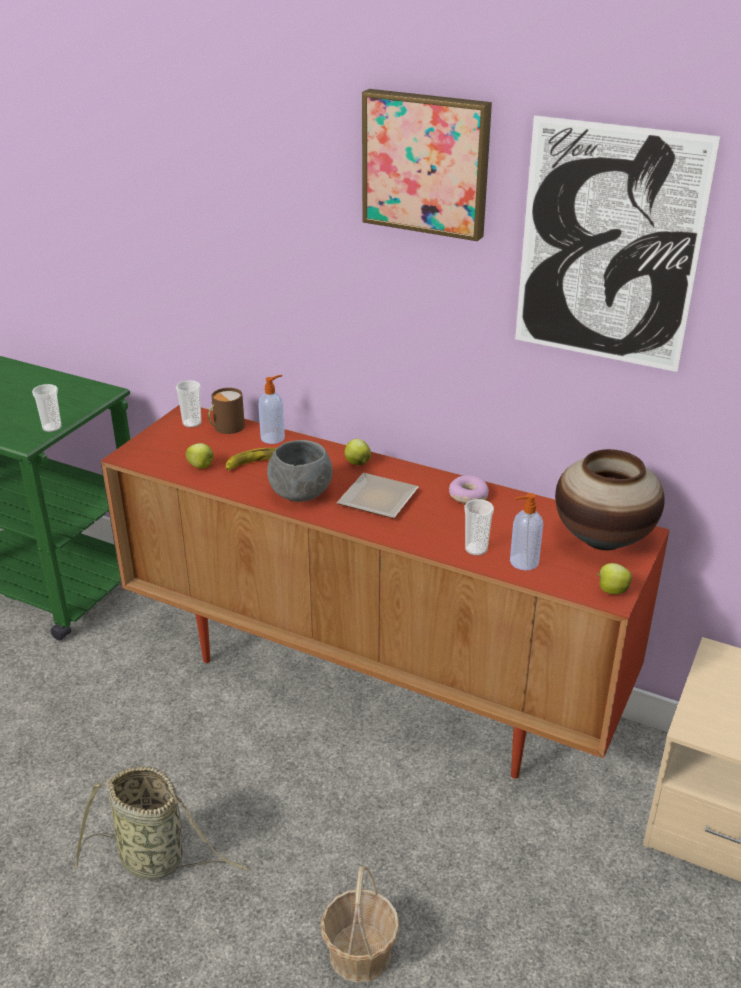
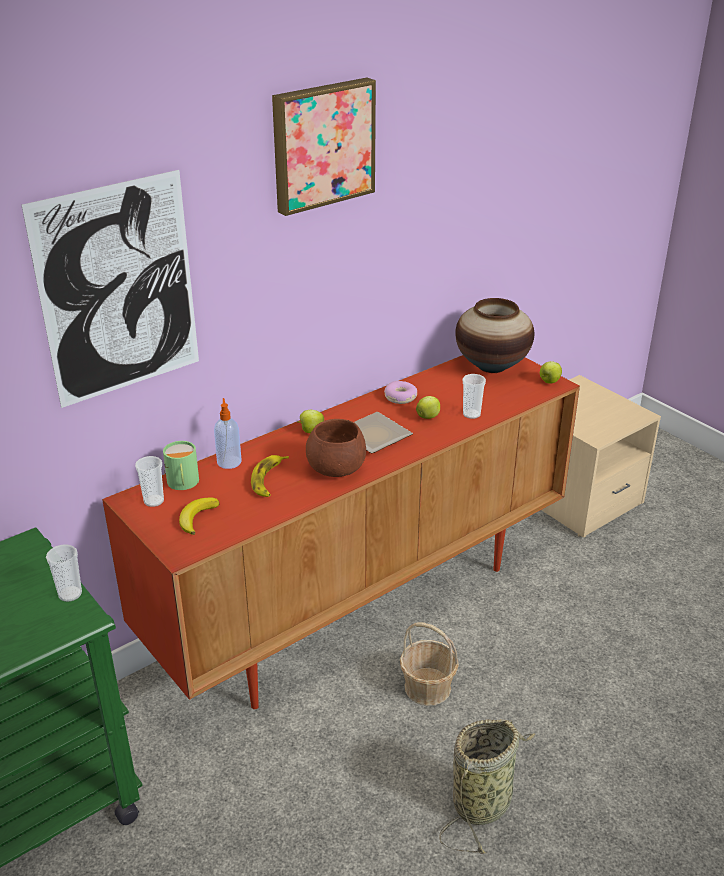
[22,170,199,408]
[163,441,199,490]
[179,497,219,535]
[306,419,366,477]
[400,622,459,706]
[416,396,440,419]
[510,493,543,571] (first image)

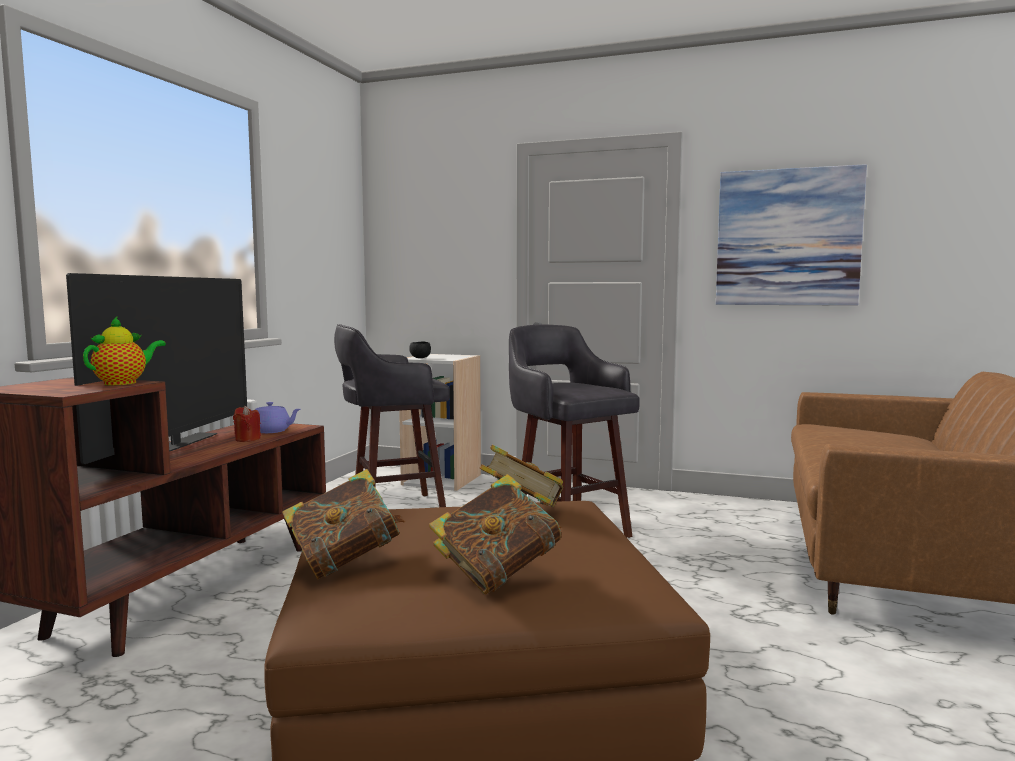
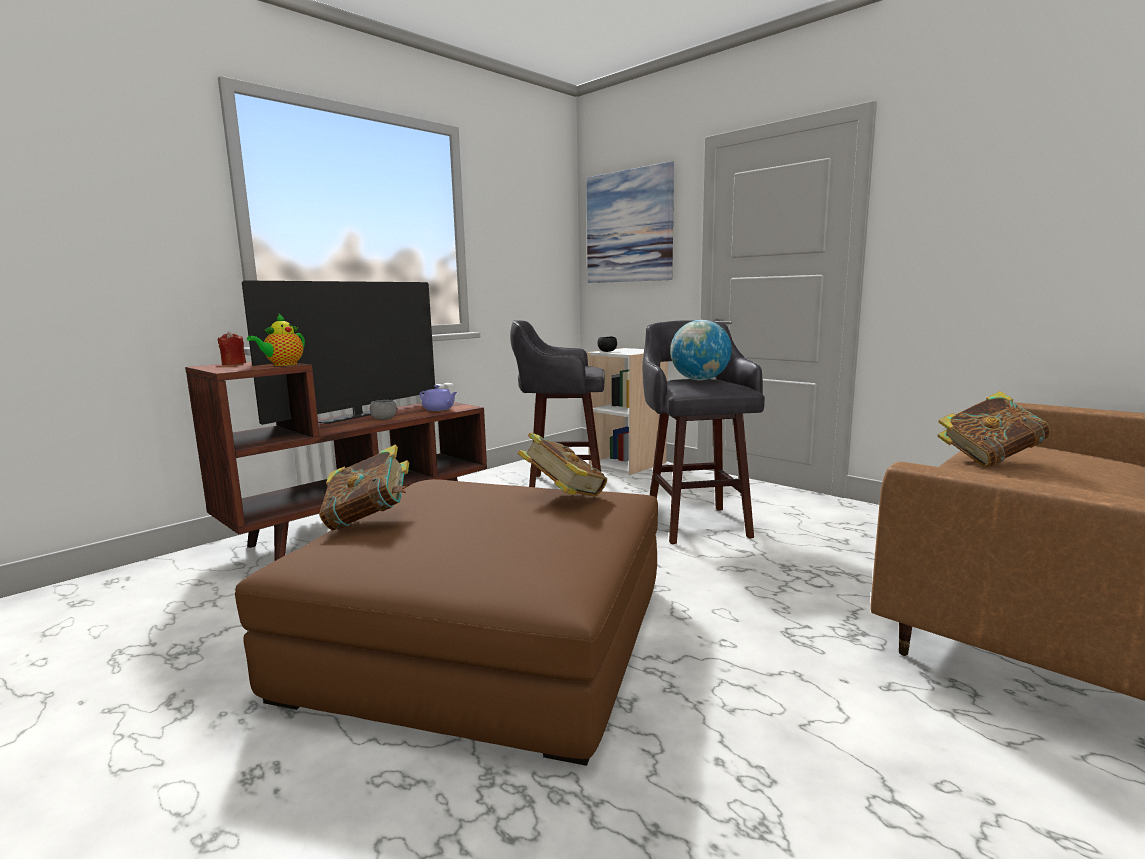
[218,331,246,365]
[247,313,305,366]
[370,400,397,420]
[586,161,674,283]
[670,320,732,380]
[938,391,1050,468]

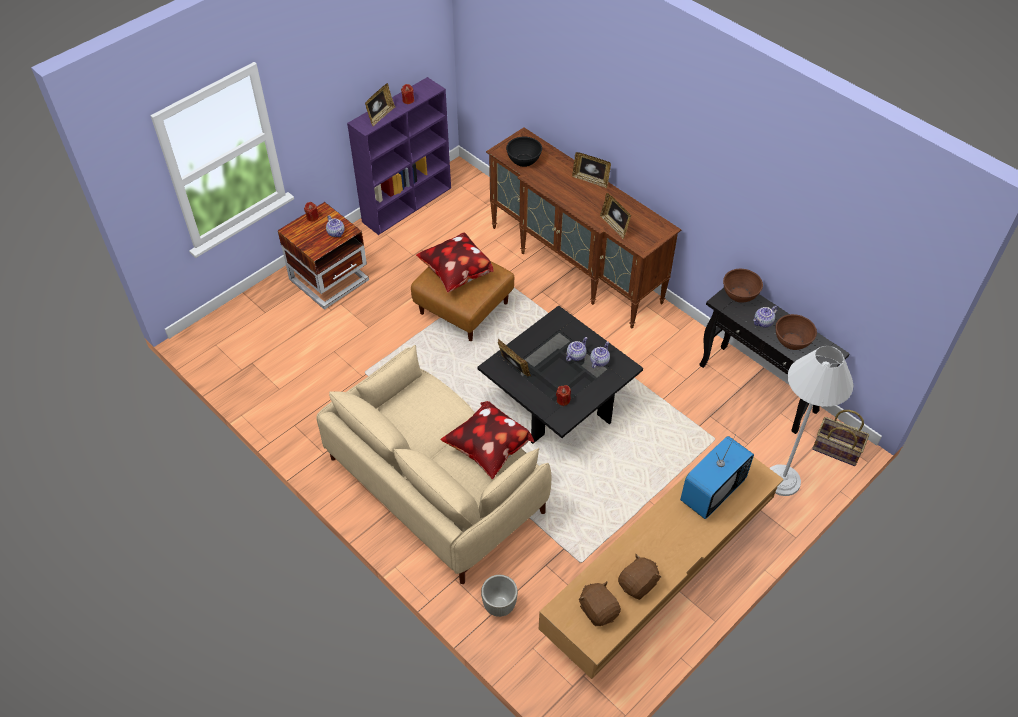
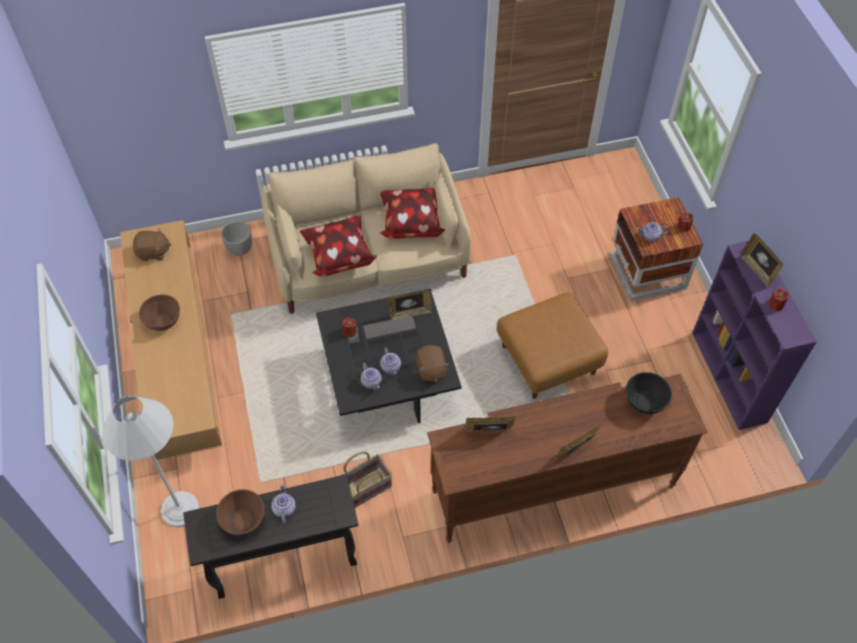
[139,294,180,331]
[340,451,392,508]
[380,188,445,239]
[416,345,449,382]
[680,434,754,519] (first image)

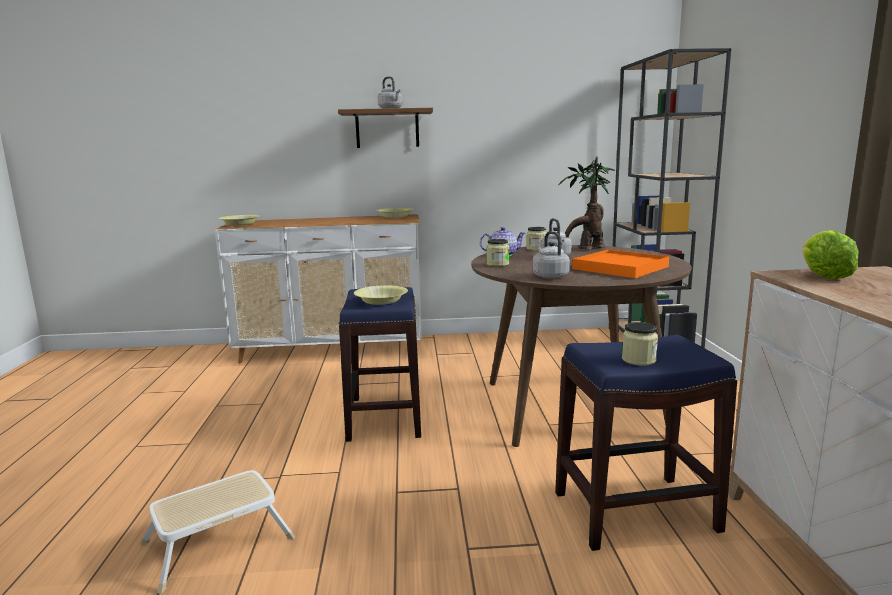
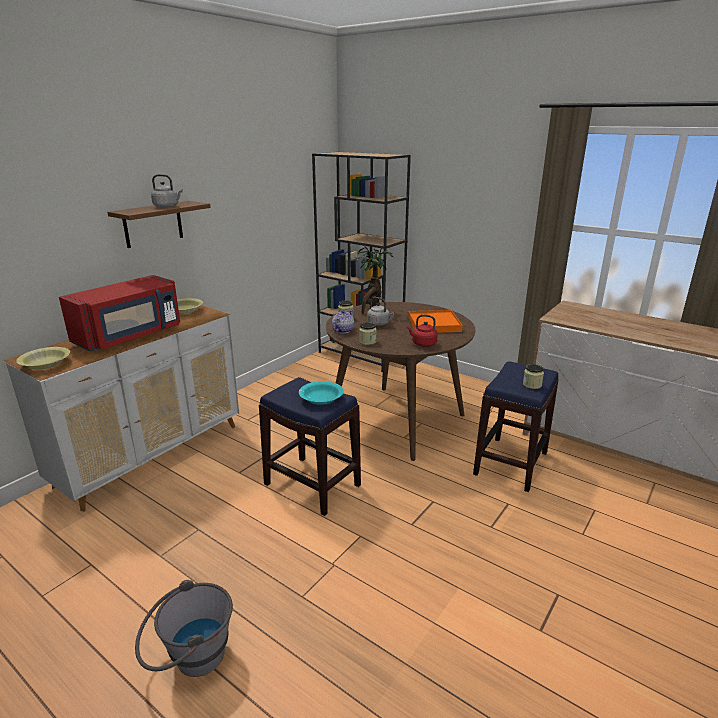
[59,275,180,351]
[135,580,233,677]
[299,381,344,405]
[407,315,438,347]
[140,470,295,594] (first image)
[803,230,859,279] (first image)

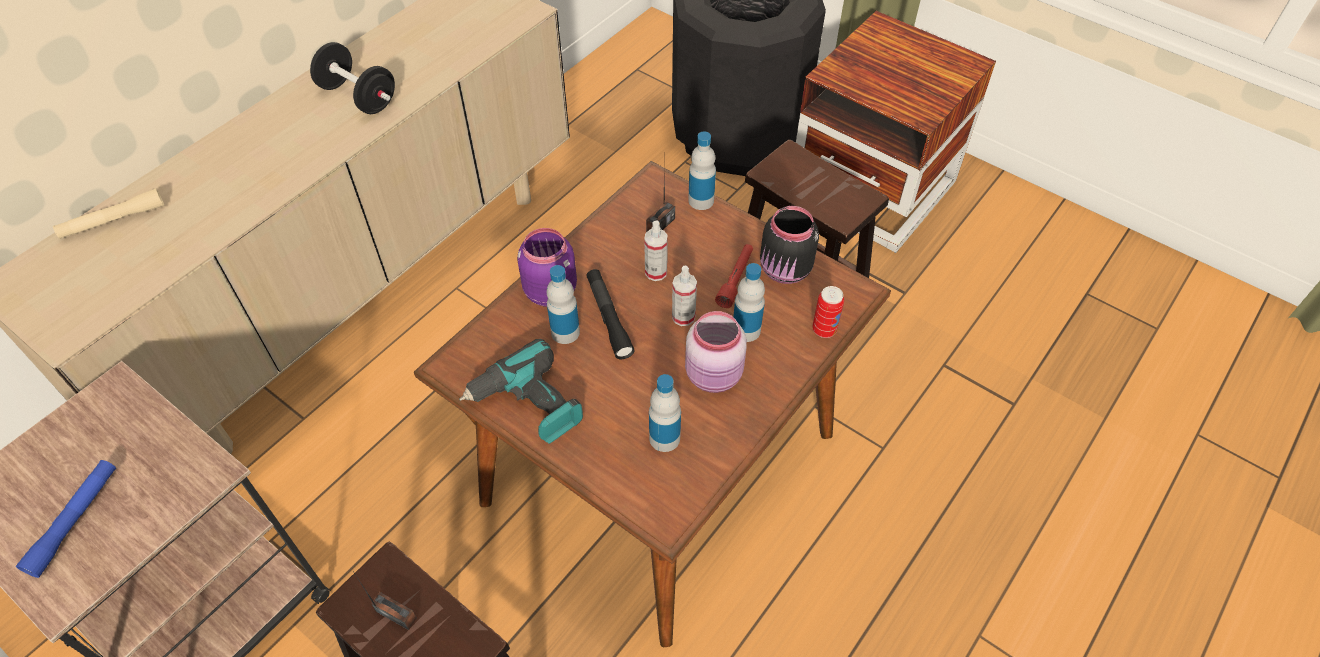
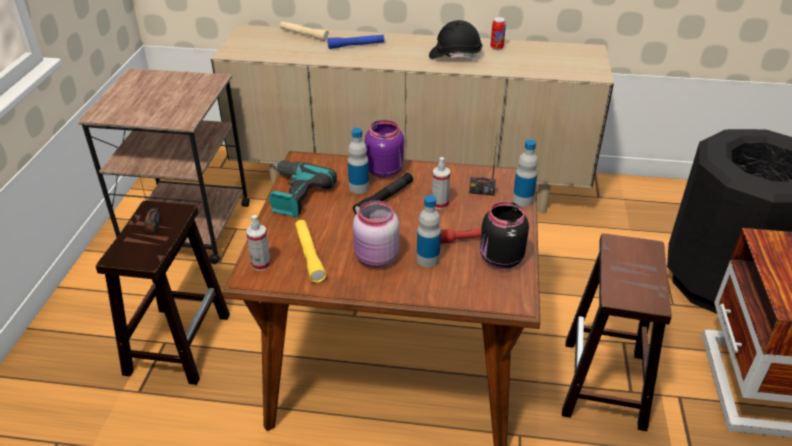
[246,215,271,271]
[295,220,326,283]
[327,35,384,49]
[429,20,482,60]
[490,17,506,50]

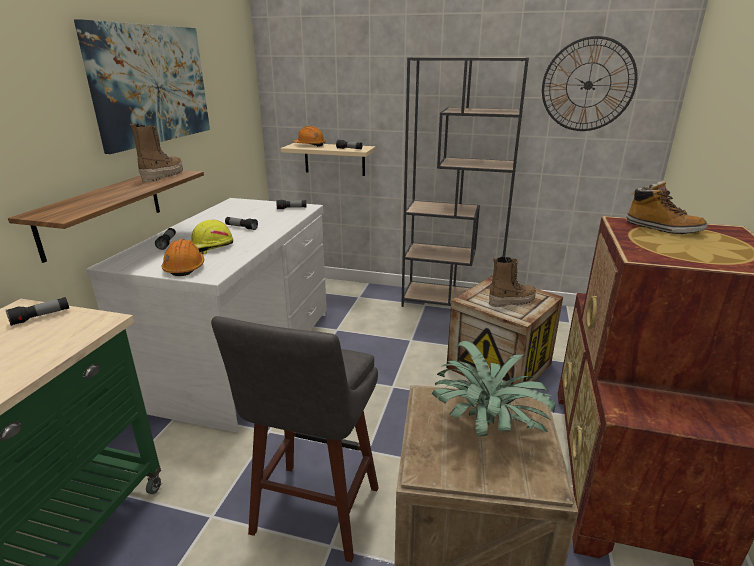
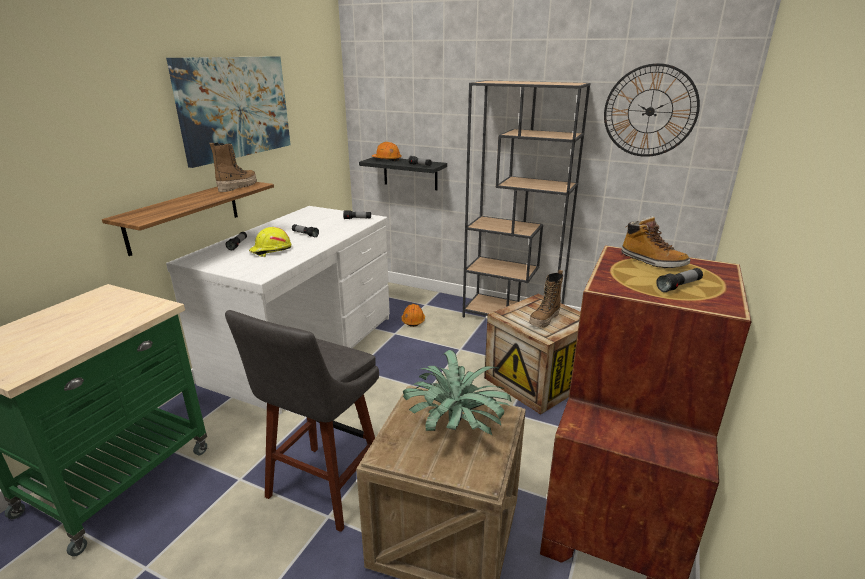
[359,157,447,190]
[401,304,425,327]
[529,270,563,328]
[656,268,703,292]

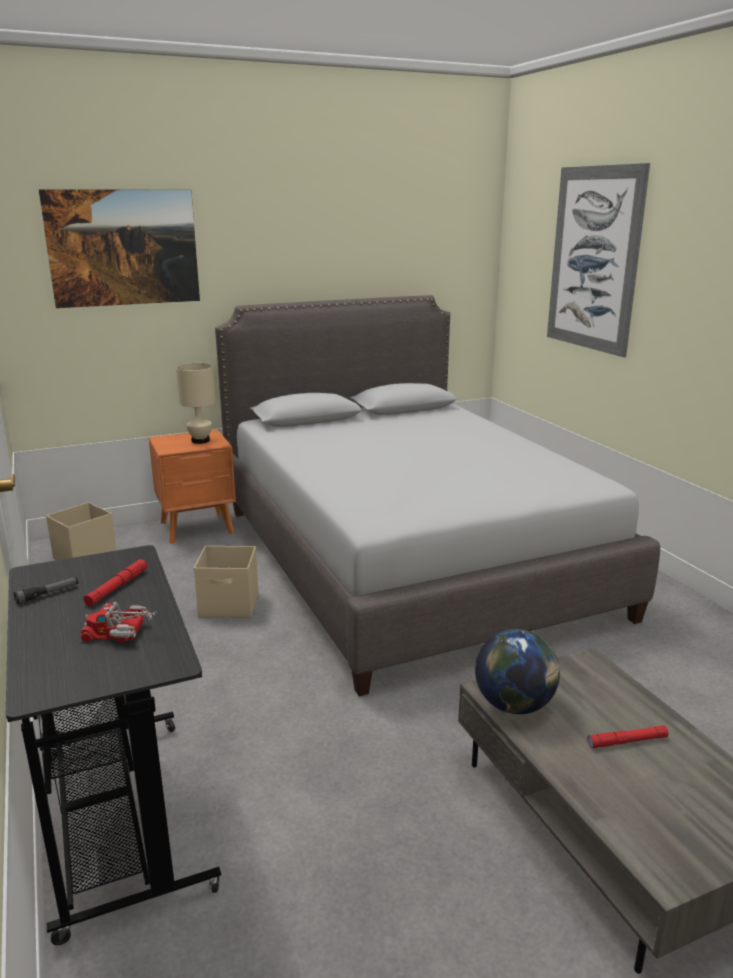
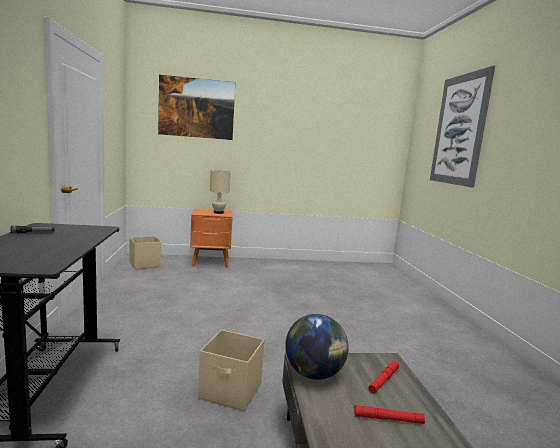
[198,330,264,411]
[368,361,399,394]
[81,602,156,642] (first image)
[215,295,660,696] (first image)

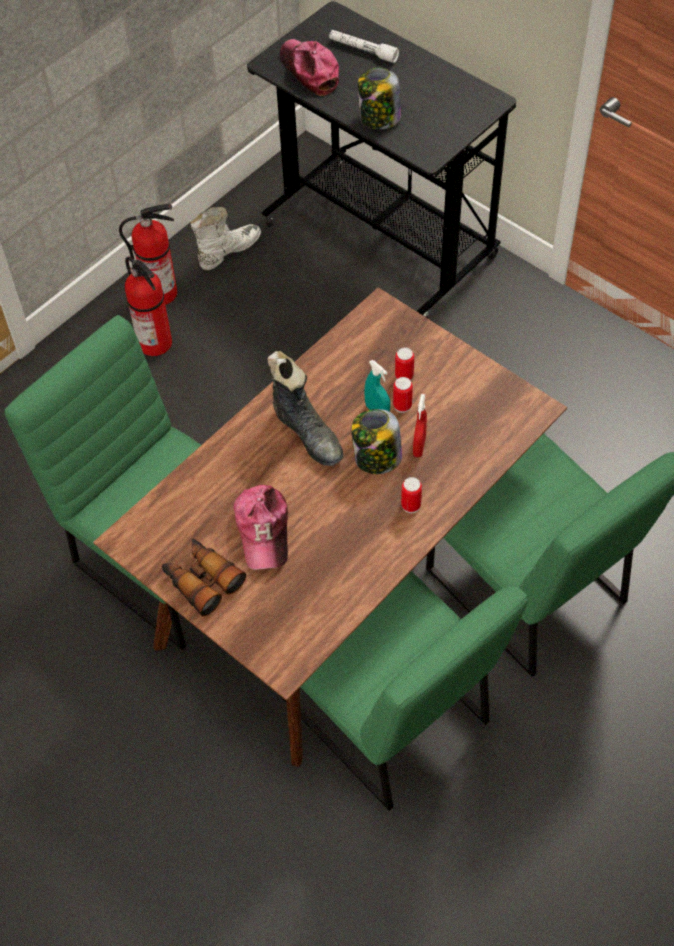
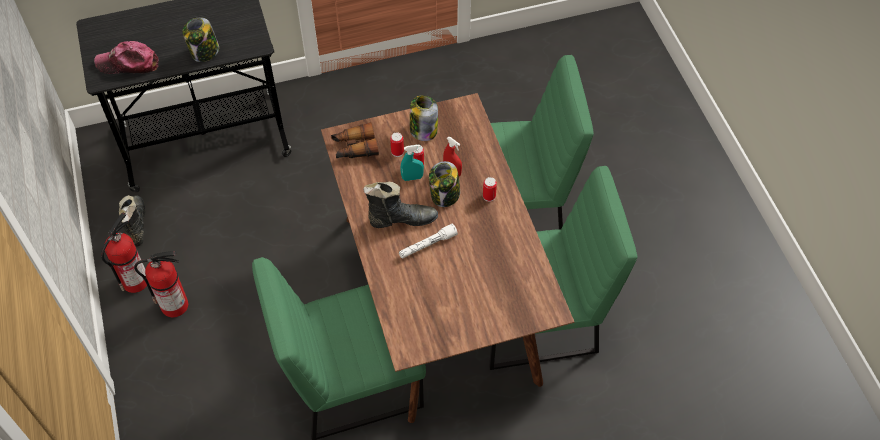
[119,195,145,247]
[331,122,379,158]
[399,224,458,259]
[410,96,438,141]
[234,485,288,570] (first image)

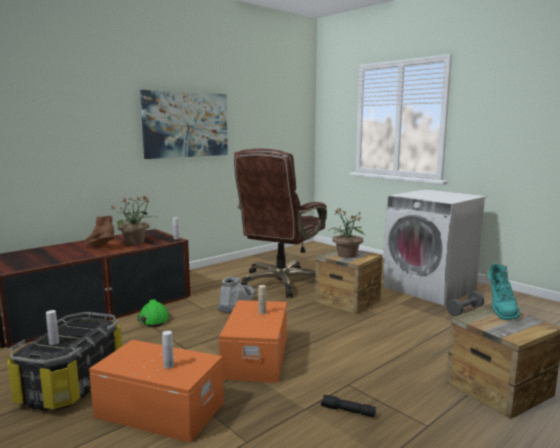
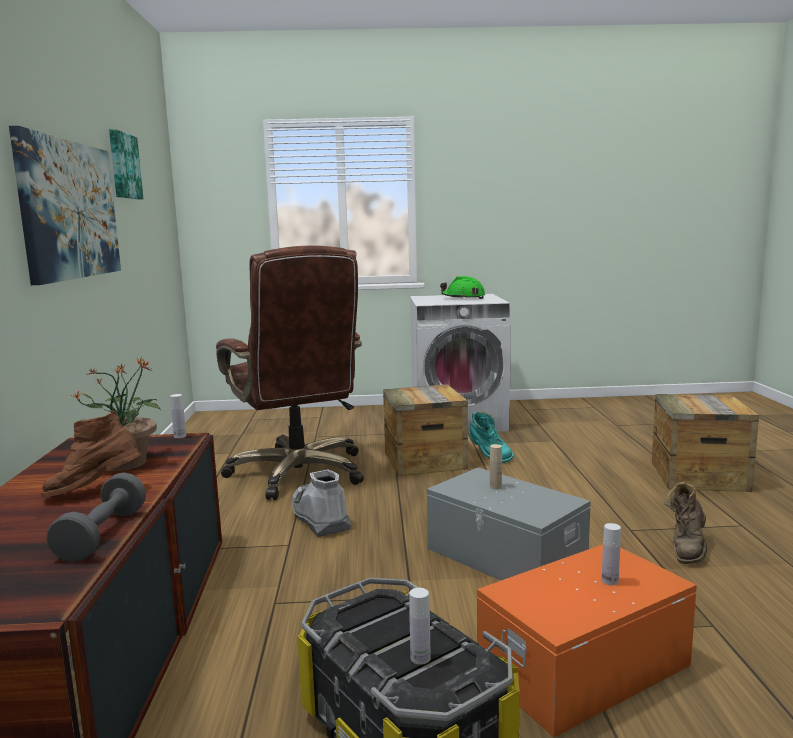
[46,472,146,562]
[109,129,143,199]
[427,468,591,581]
[440,276,485,299]
[470,411,514,463]
[664,481,707,564]
[328,208,365,258] (first image)

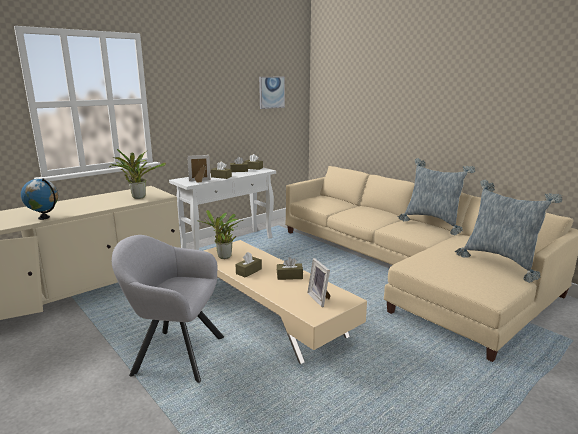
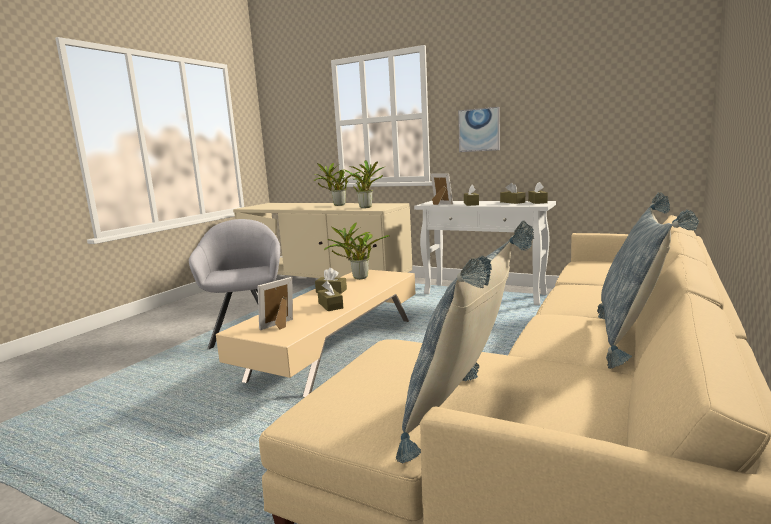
[314,163,360,206]
[458,107,500,152]
[21,178,58,220] (first image)

